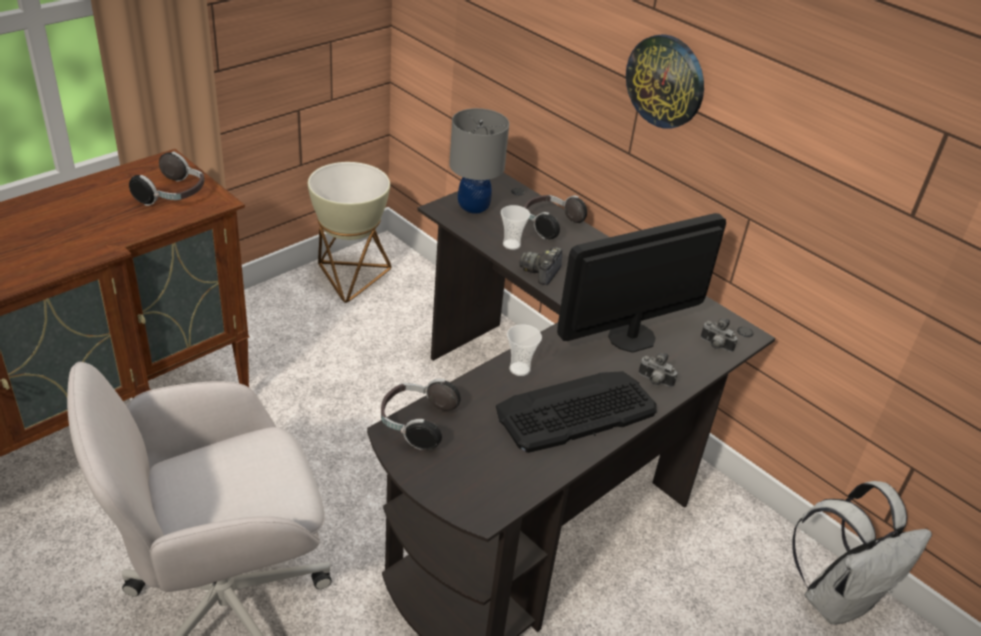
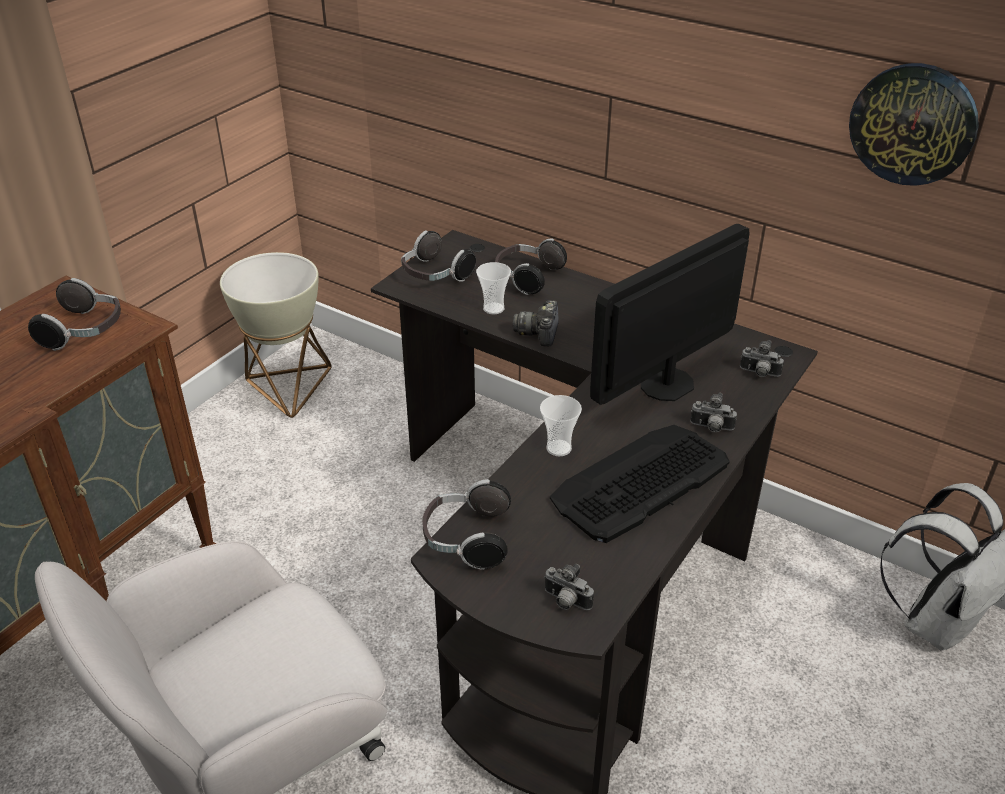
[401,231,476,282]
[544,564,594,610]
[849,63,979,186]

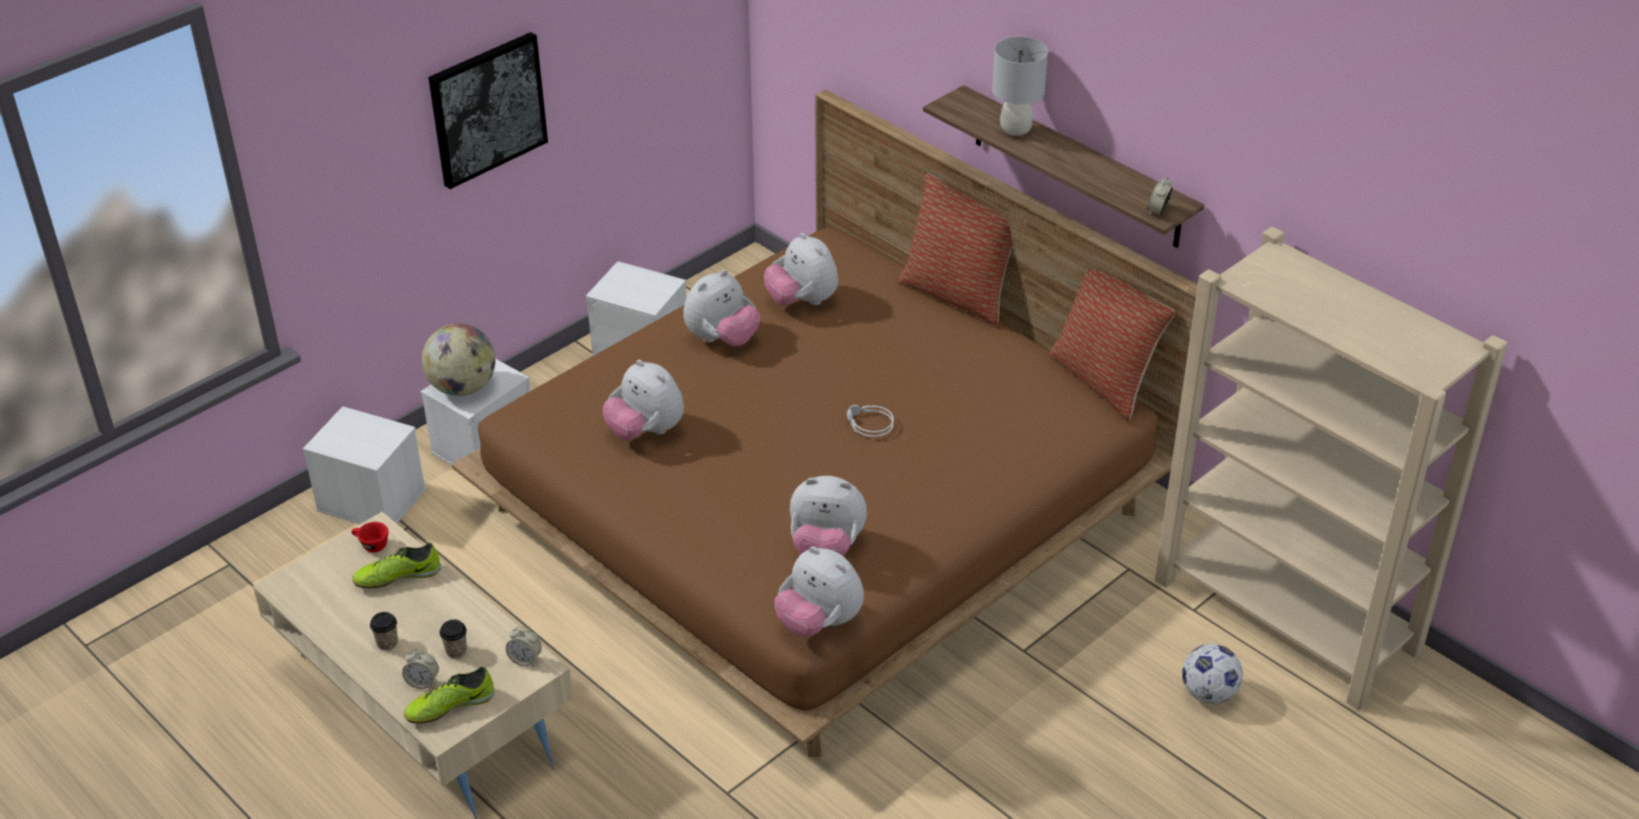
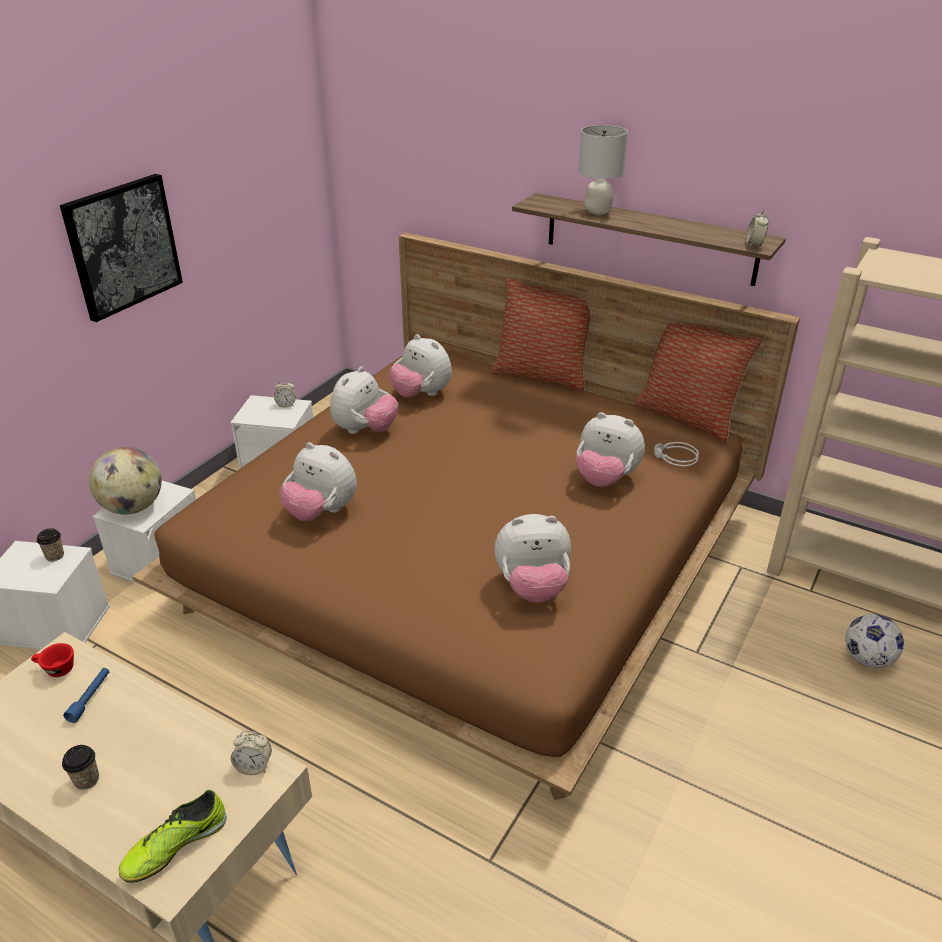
[37,528,64,561]
[63,668,109,723]
[274,379,296,408]
[576,412,645,487]
[654,442,699,466]

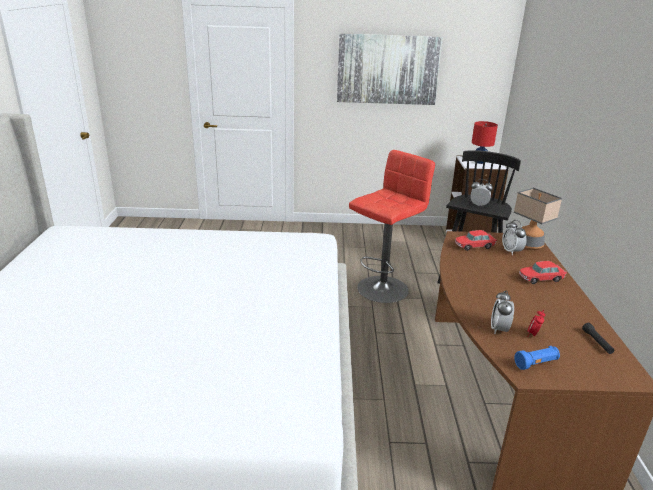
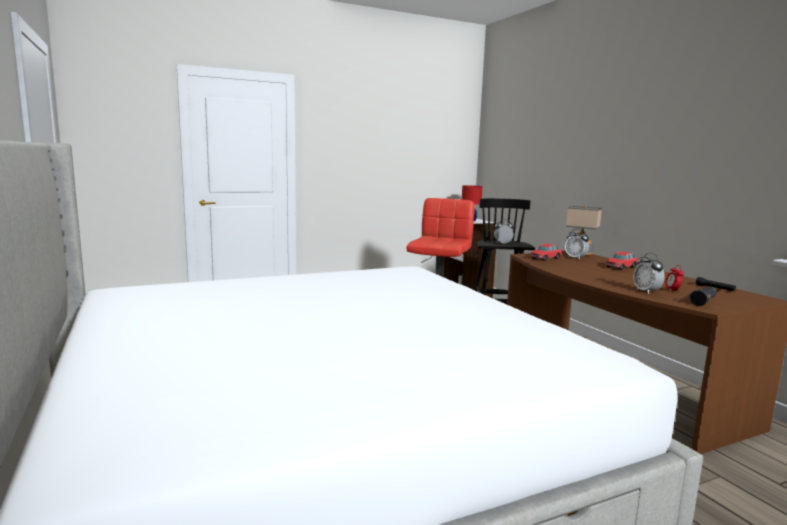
[689,286,717,306]
[337,33,443,105] (first image)

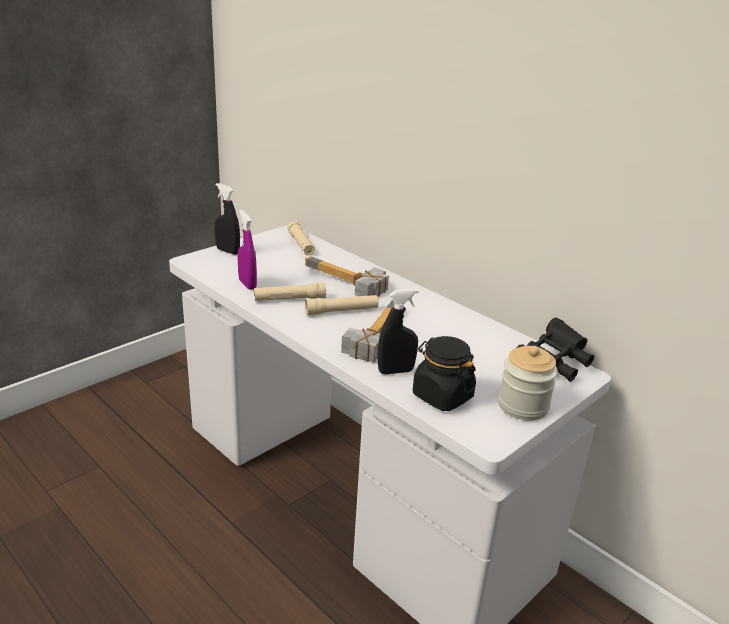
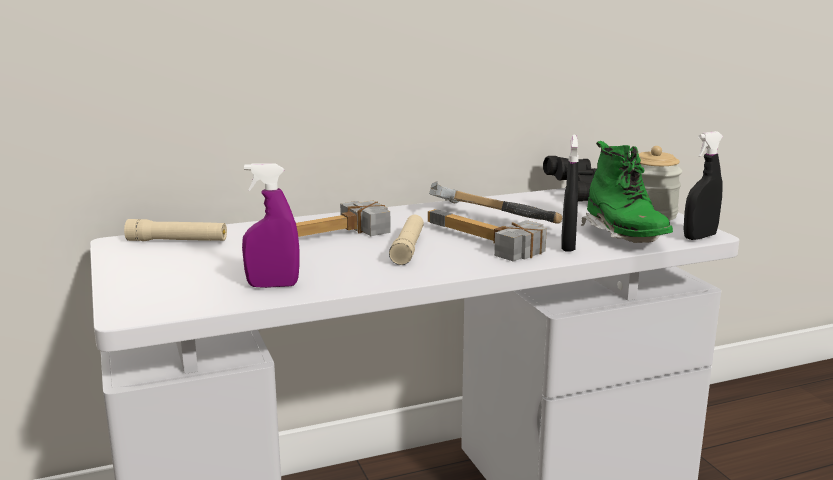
[429,181,562,224]
[581,141,673,243]
[683,131,723,240]
[254,283,326,301] (first image)

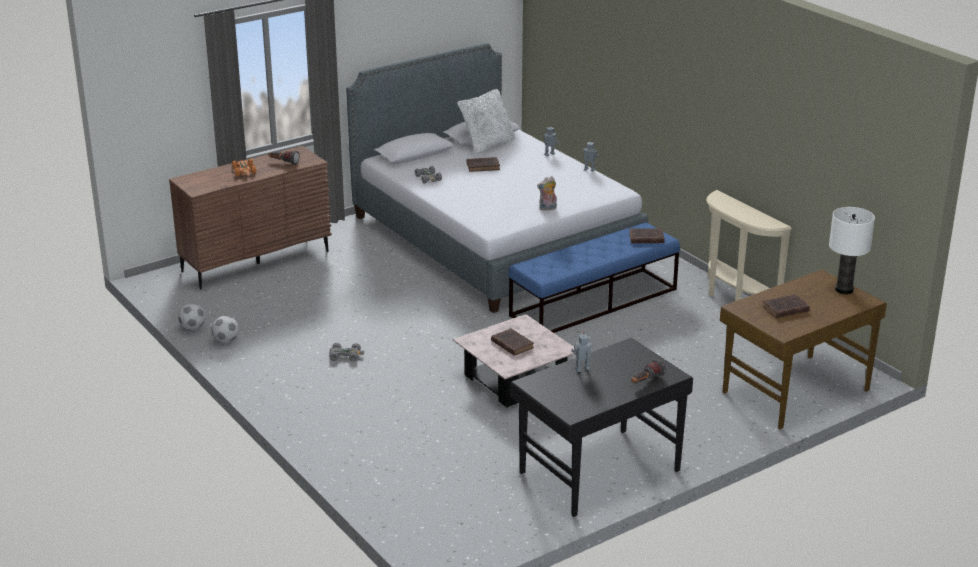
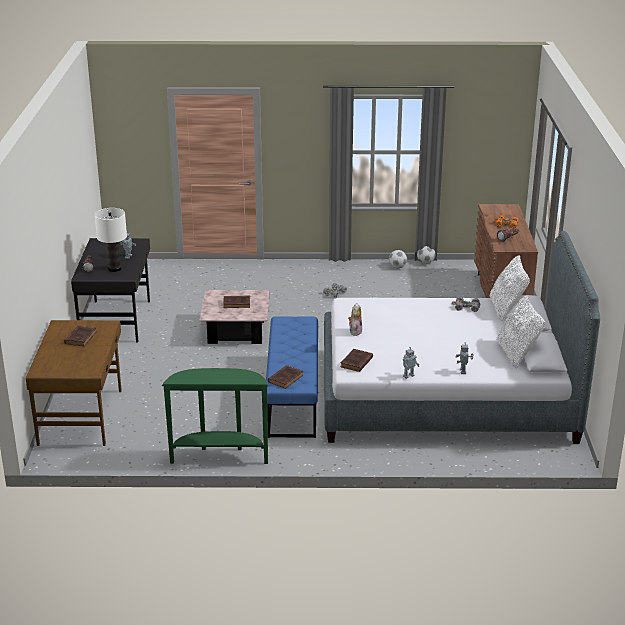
[95,208,127,272]
[162,368,269,464]
[340,349,373,372]
[490,255,530,321]

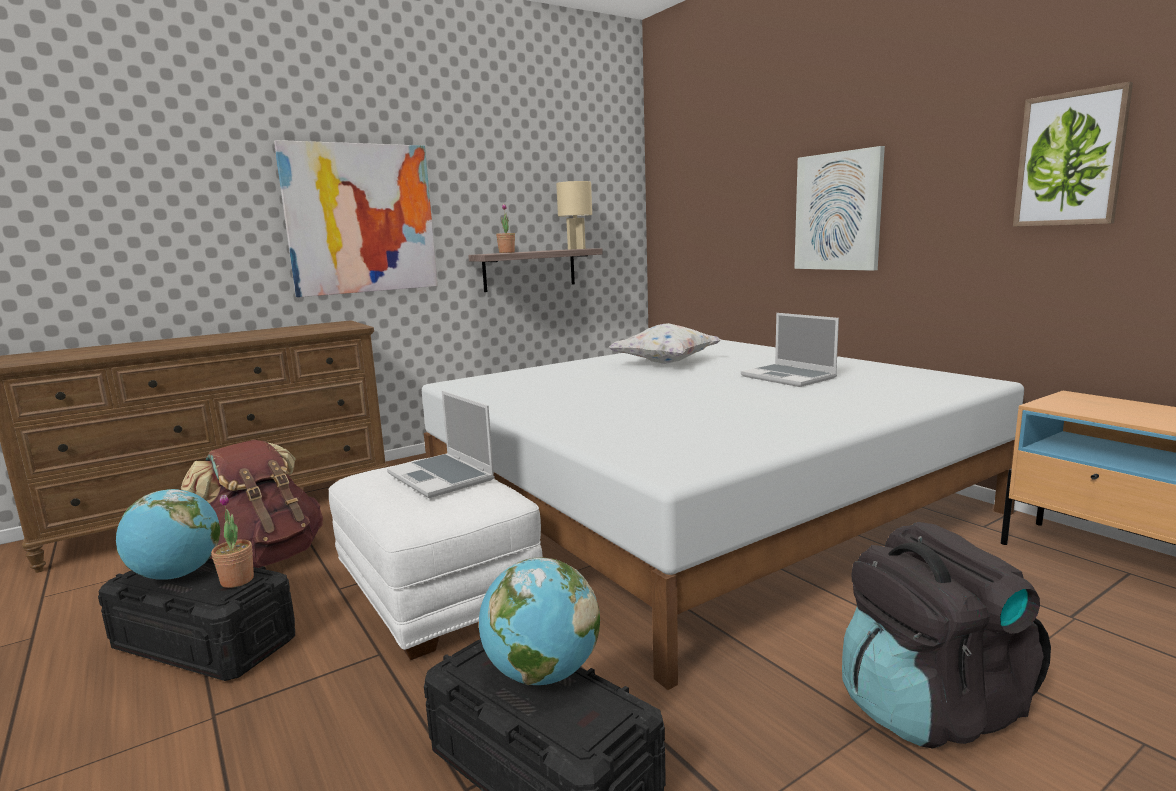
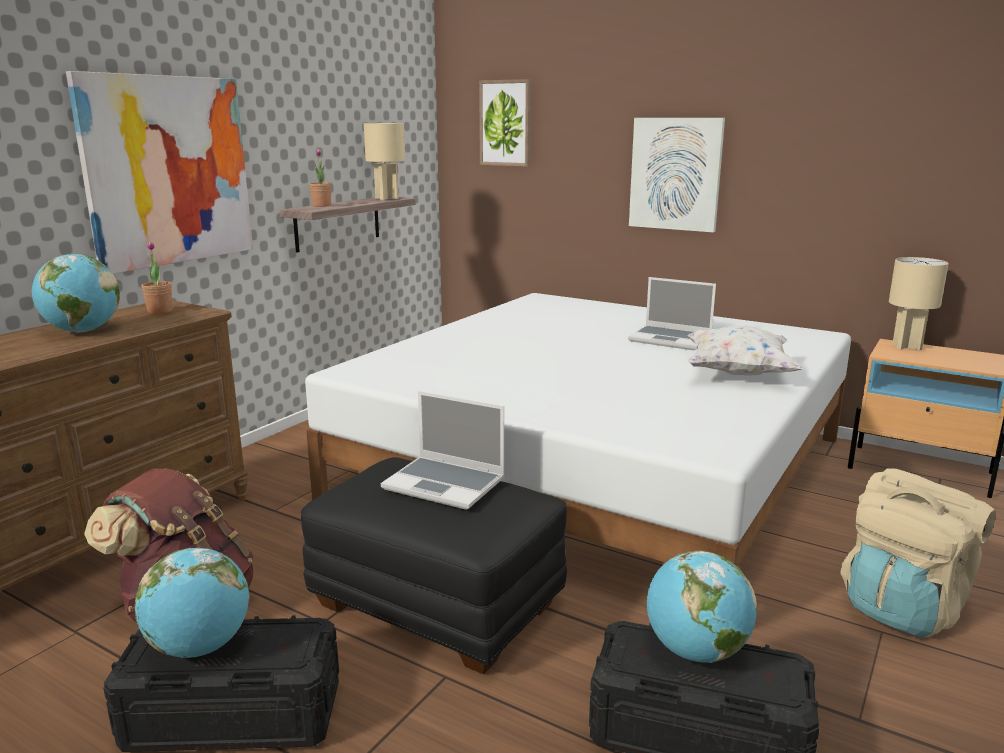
[32,254,120,332]
[141,241,172,314]
[301,457,567,674]
[479,79,531,167]
[688,325,803,376]
[840,469,996,638]
[889,257,949,350]

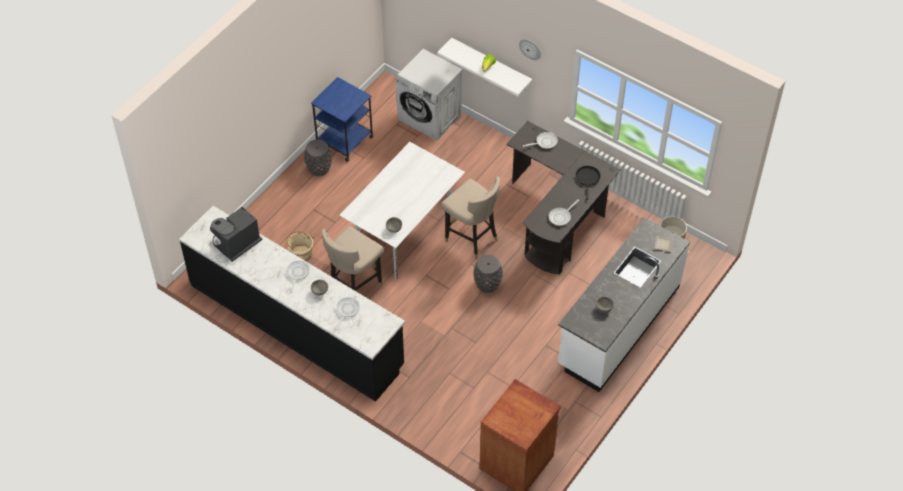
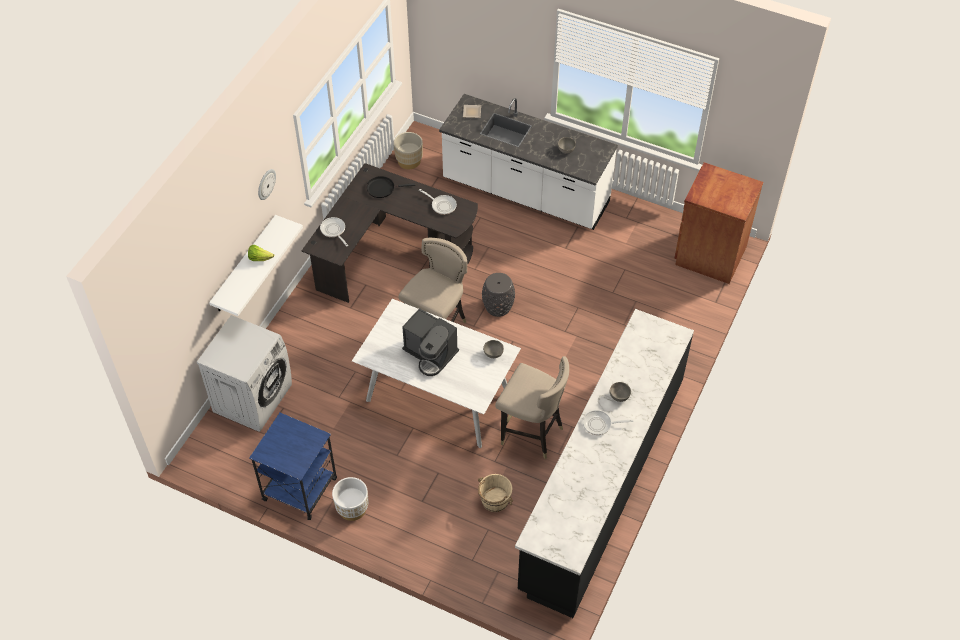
[332,477,368,521]
[402,308,459,376]
[336,297,360,329] (first image)

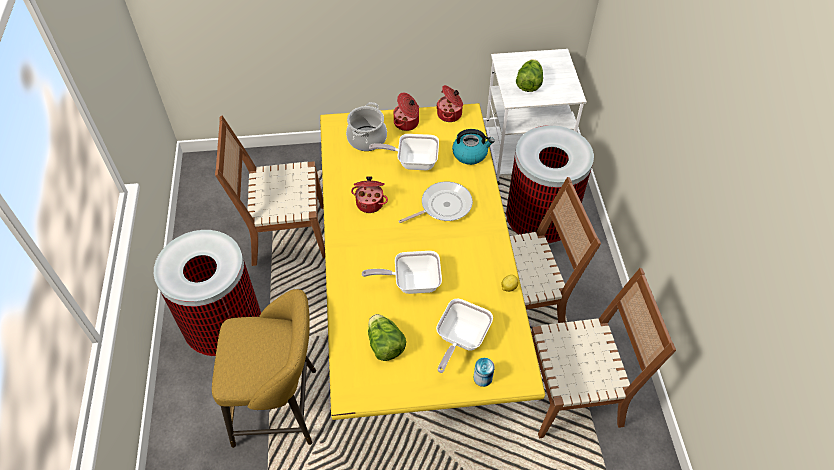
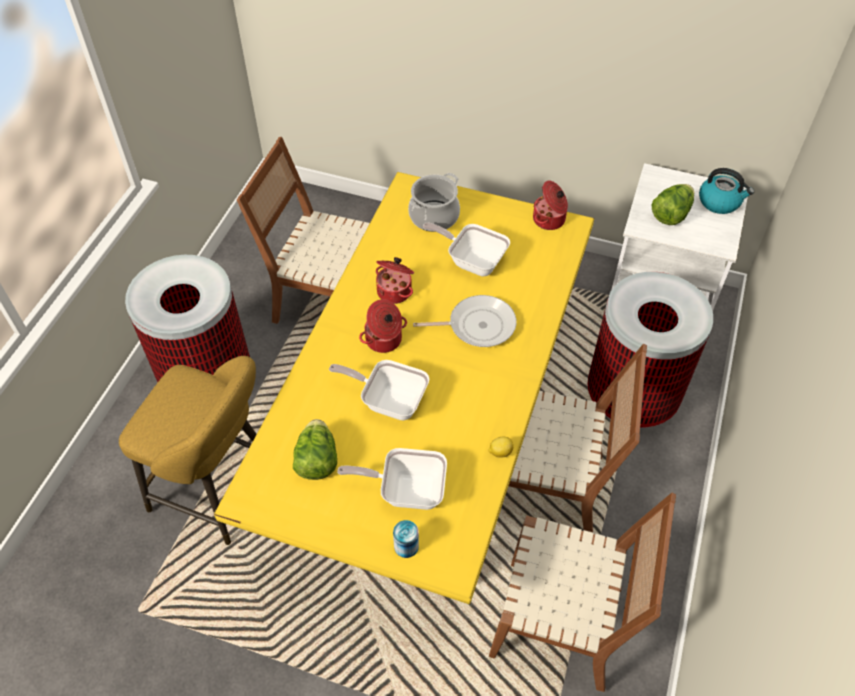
[337,448,447,510]
[359,299,407,353]
[699,168,754,214]

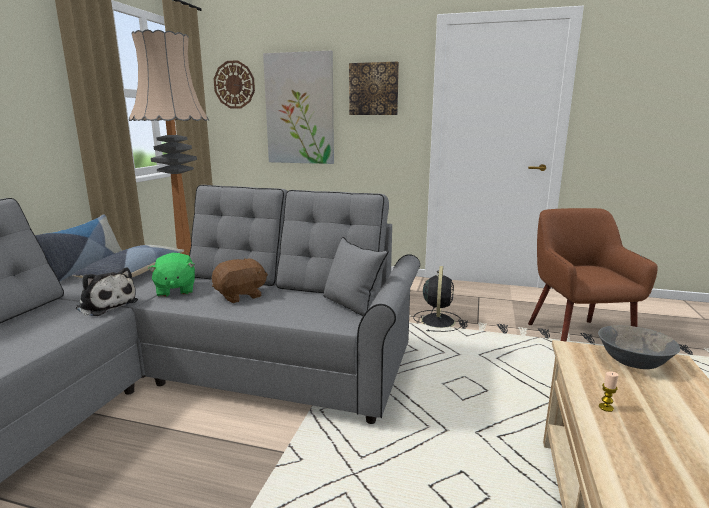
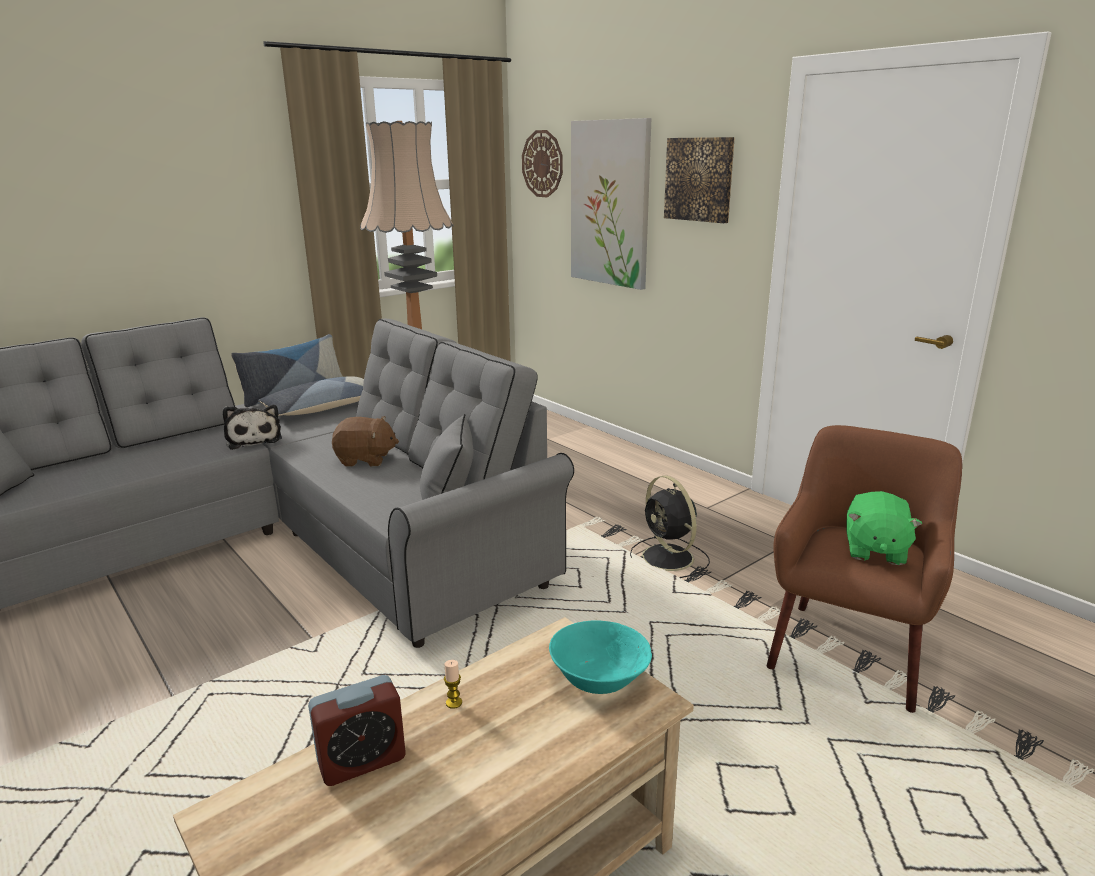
[308,675,406,786]
[549,620,652,694]
[630,476,710,578]
[846,491,922,565]

